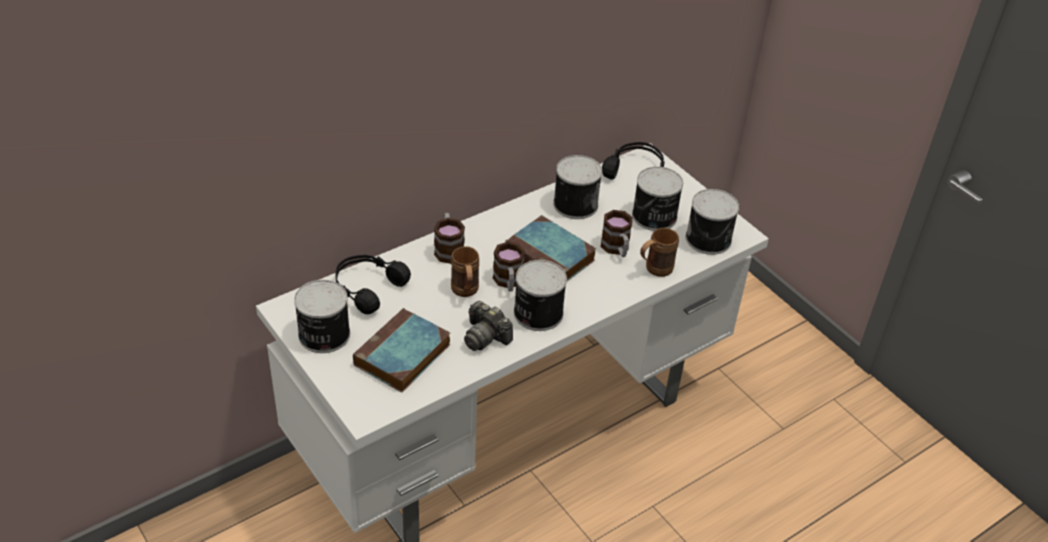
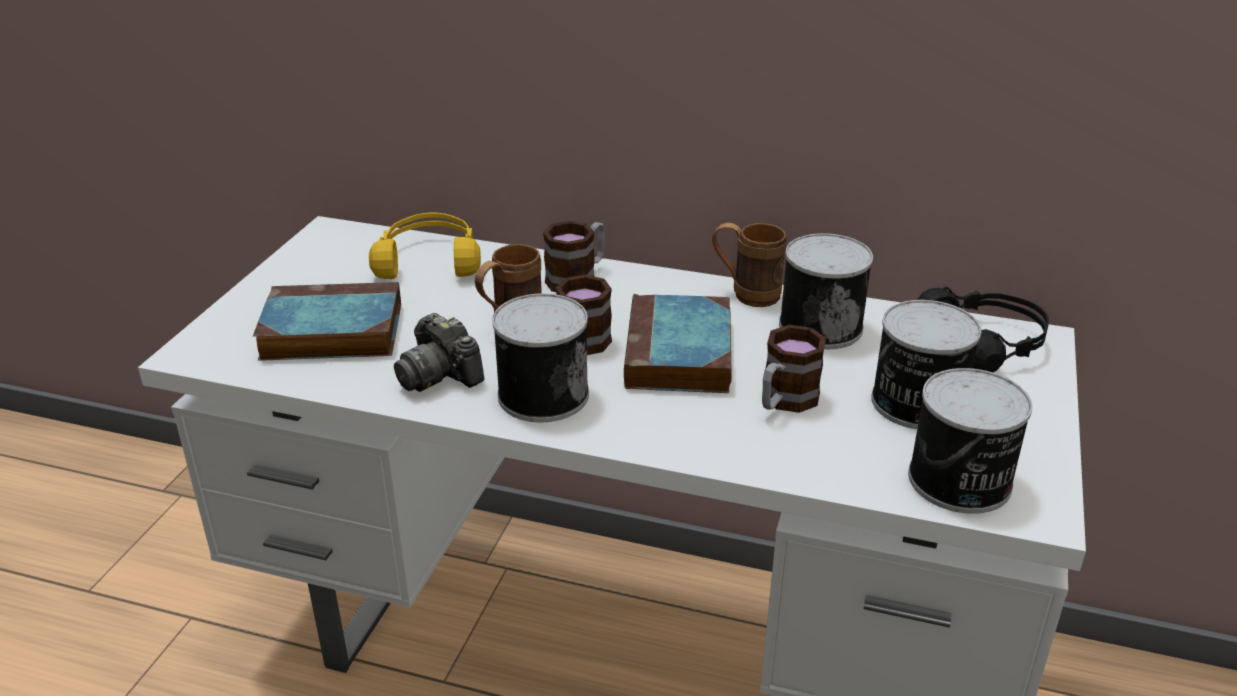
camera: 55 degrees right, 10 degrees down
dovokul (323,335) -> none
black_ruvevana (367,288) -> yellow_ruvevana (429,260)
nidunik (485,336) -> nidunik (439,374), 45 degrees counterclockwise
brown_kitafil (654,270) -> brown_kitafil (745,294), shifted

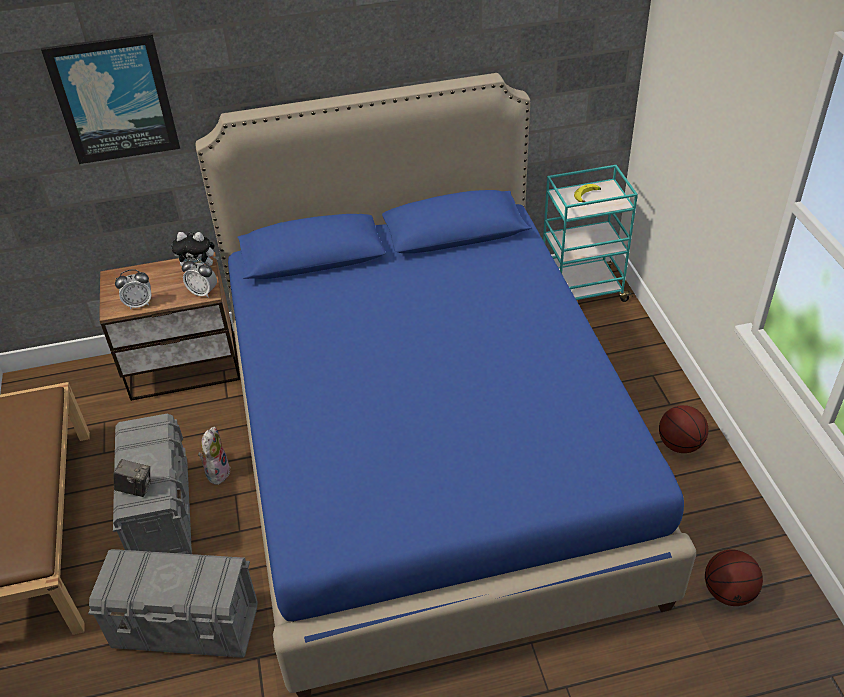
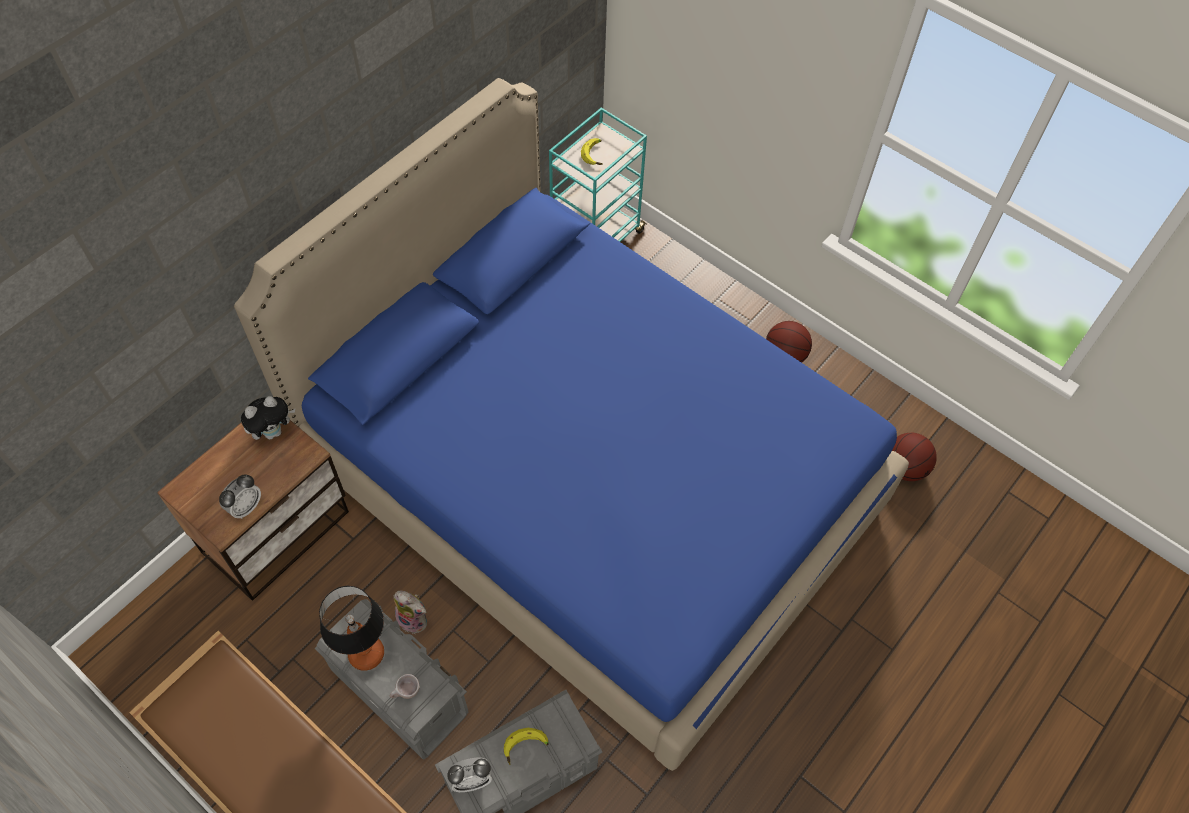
camera: 40 degrees left, 15 degrees up
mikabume (114,99) -> none
nidunik (136,488) -> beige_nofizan (406,693)
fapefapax (203,292) -> fapefapax (471,780), shifted
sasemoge (217,471) -> sasemoge (414,619), 150 degrees clockwise
none -> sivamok (367,653)
none -> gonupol (526,748)

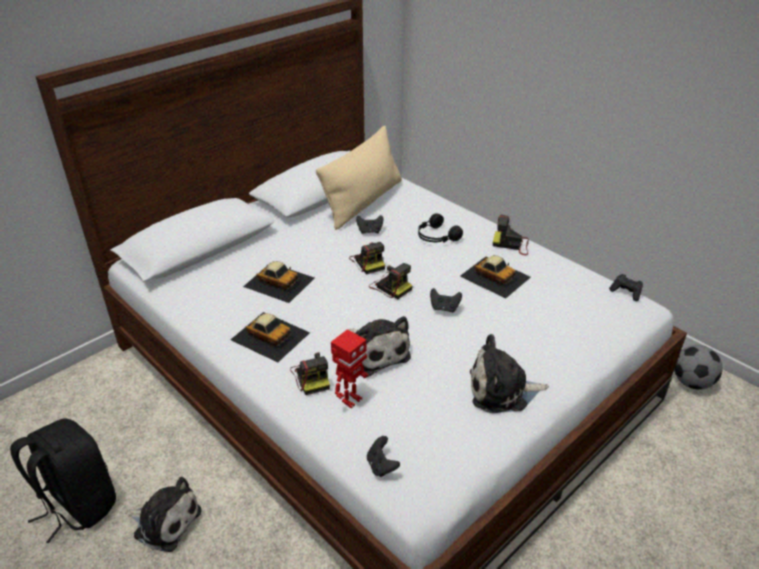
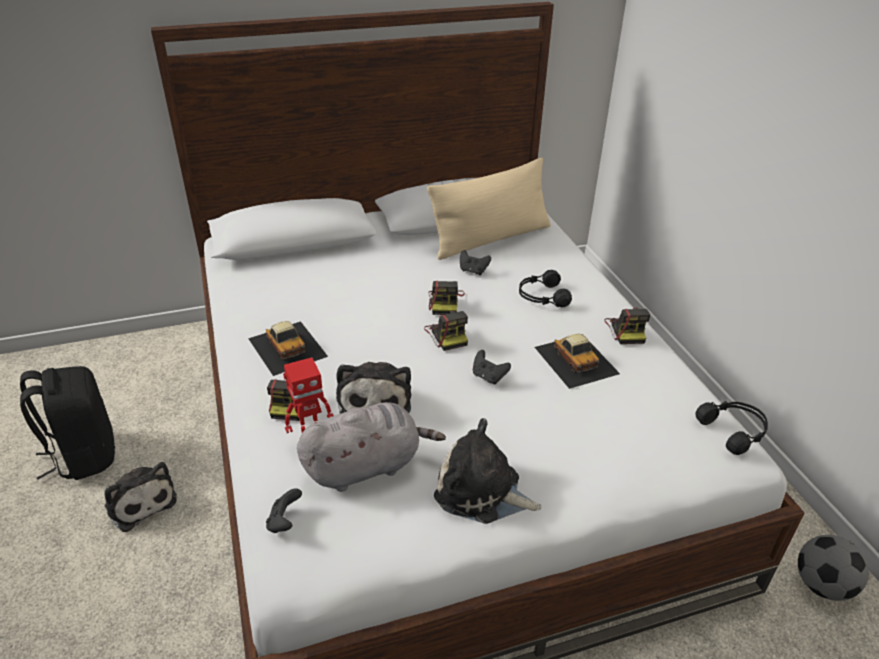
camera: 25 degrees right, 0 degrees up
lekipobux (279,281) -> none
nidunik (512,244) -> nidunik (626,330), 135 degrees counterclockwise
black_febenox (626,292) -> black_ruvevana (733,431)
none -> grey_sasemoge (366,466)

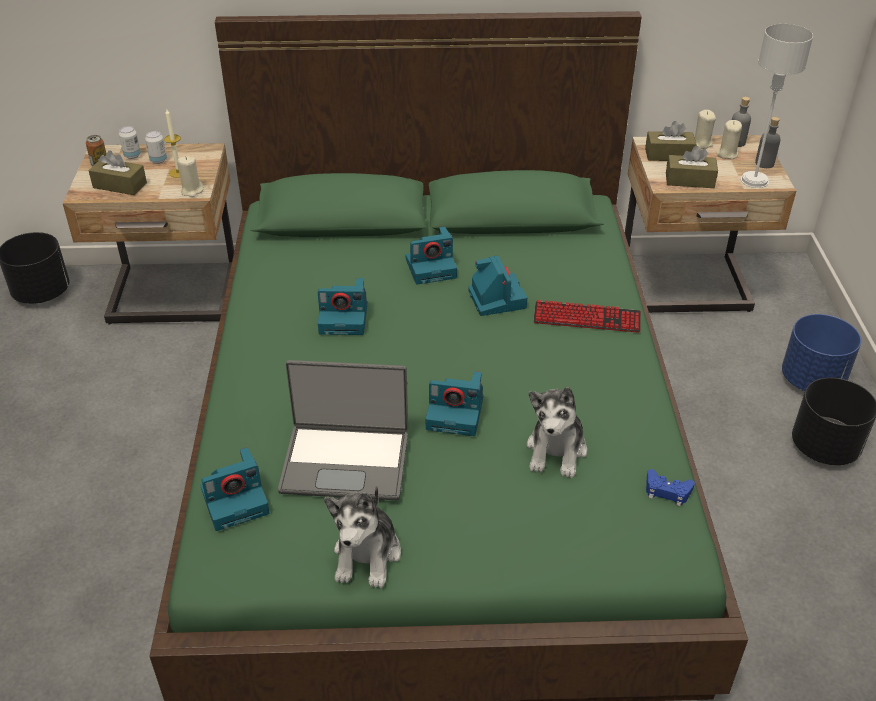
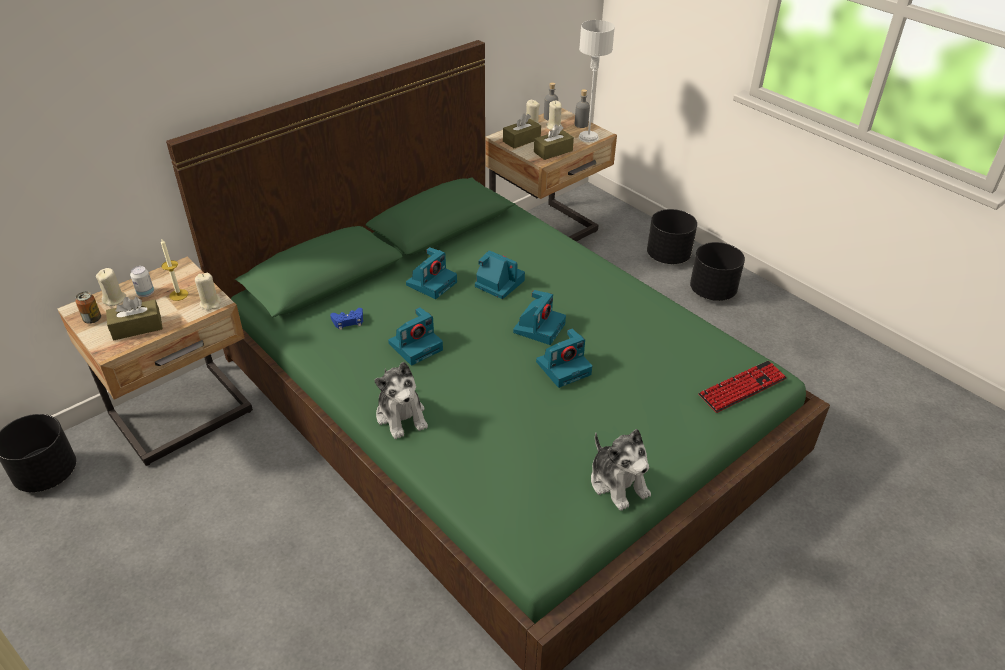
camera: 40 degrees left, 0 degrees up
dovokul (132,155) -> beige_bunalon (114,299)
nidunik (236,500) -> nidunik (539,327), shifted
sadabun (346,461) -> none
sasemoge (556,450) -> sasemoge (401,416), shifted
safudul (586,318) -> safudul (742,387), shifted
blue_febenox (667,491) -> blue_febenox (348,321), shifted
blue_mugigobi (812,380) -> black_mugigobi (668,256)

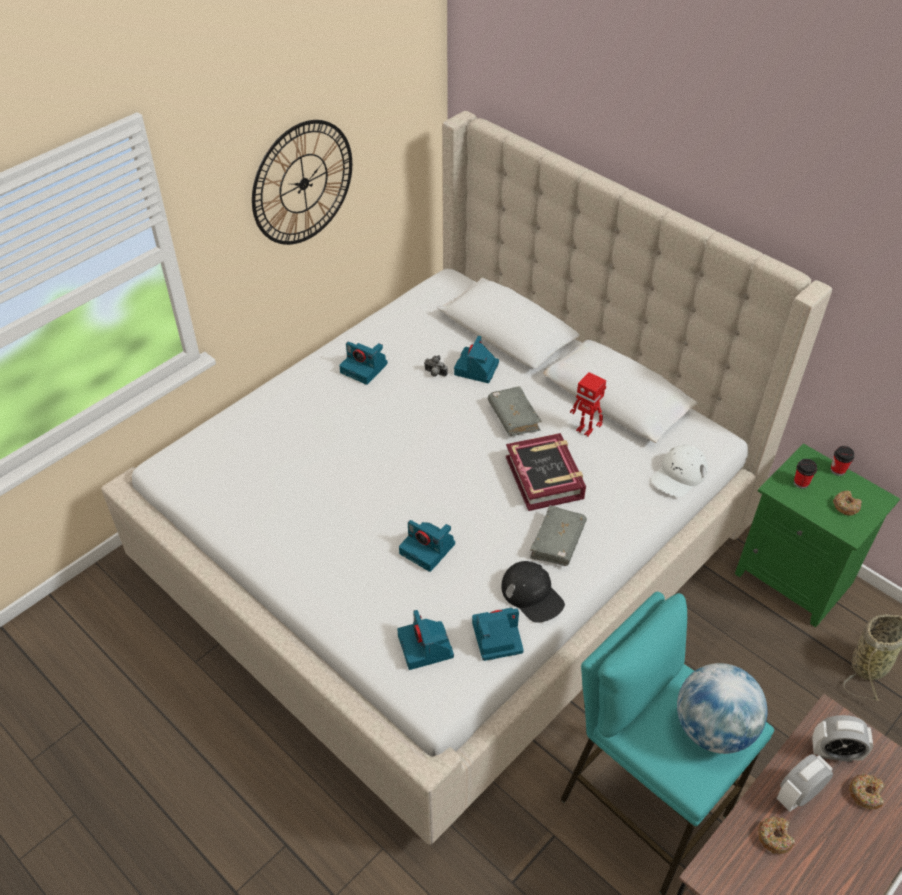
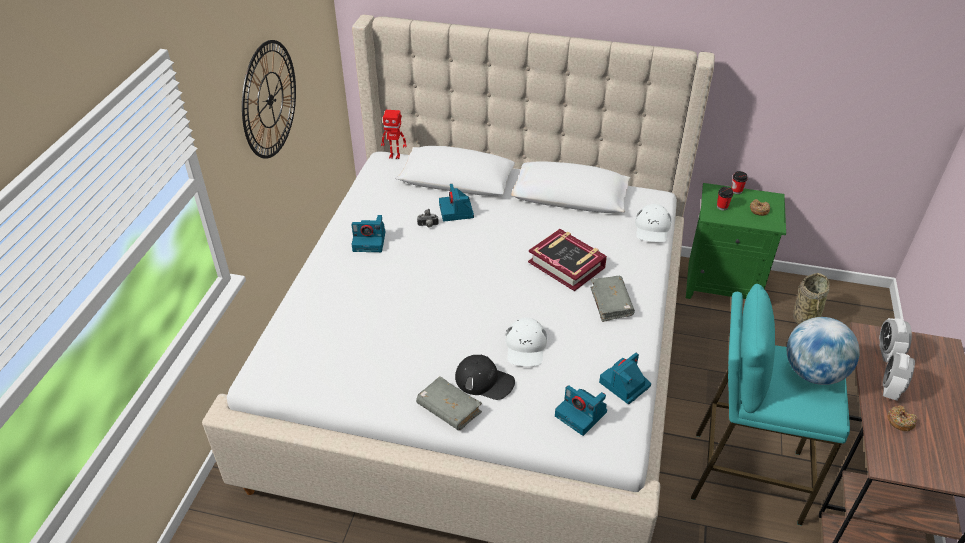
camera: 30 degrees left, 5 degrees down
nidunik (428,549) -> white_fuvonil (525,346)
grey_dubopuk (513,417) -> grey_dubopuk (449,409), shifted
black_fuvonil (532,595) -> black_fuvonil (484,381), shifted
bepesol (585,430) -> bepesol (395,156), shifted
fapefapax (834,752) -> fapefapax (887,353), 120 degrees clockwise
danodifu (866,794) -> none

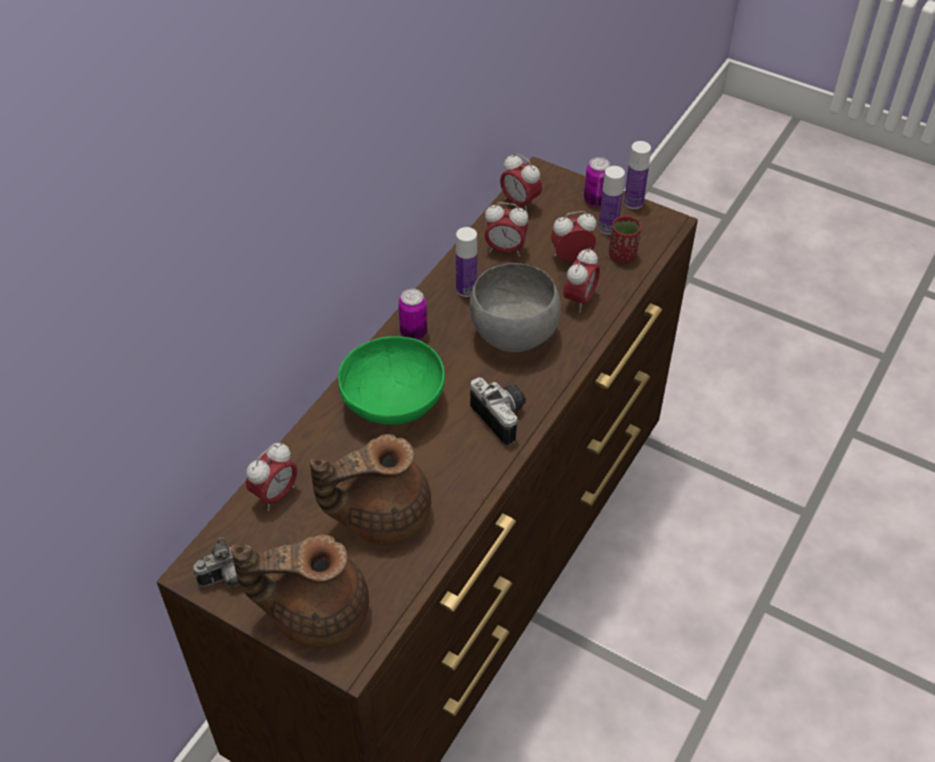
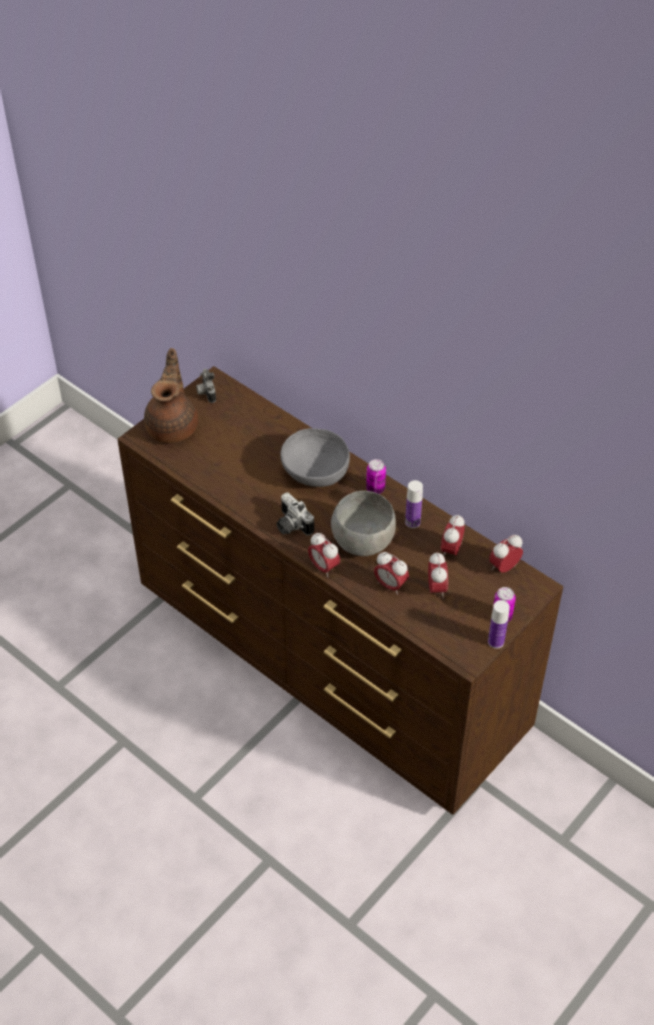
camera: 100 degrees right, 0 degrees up
fapefapax (275,494) -> fapefapax (323,567), shifted
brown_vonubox (380,515) -> none
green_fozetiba (393,403) -> grey_fozetiba (314,472)
nidunik (503,416) -> nidunik (290,525), 75 degrees clockwise
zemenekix (608,227) -> none
red_nofizan (622,255) -> none

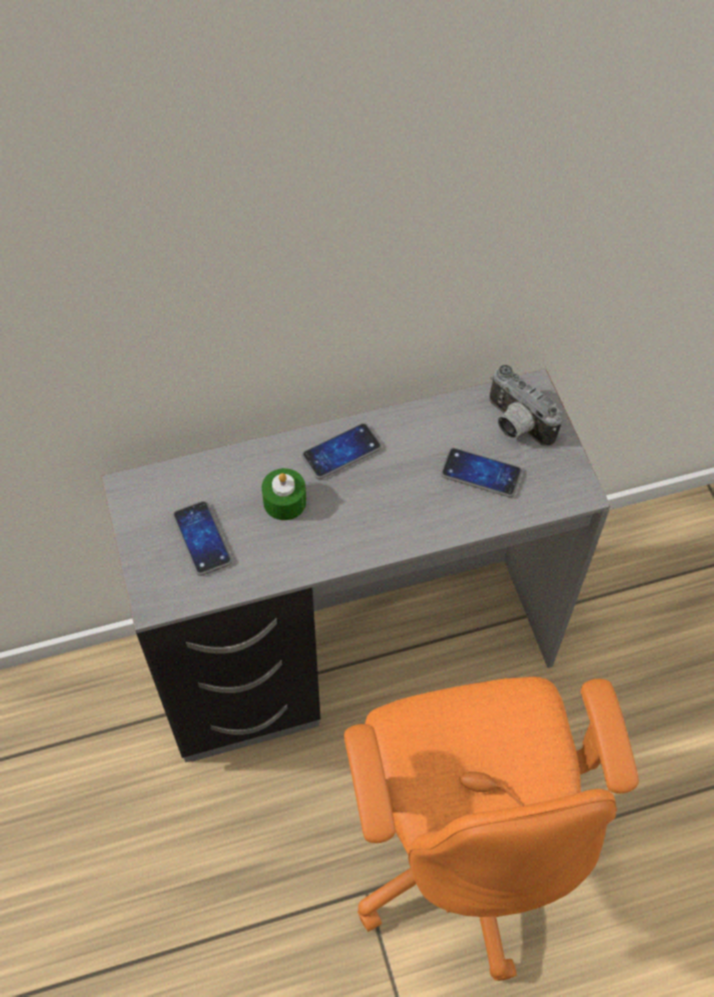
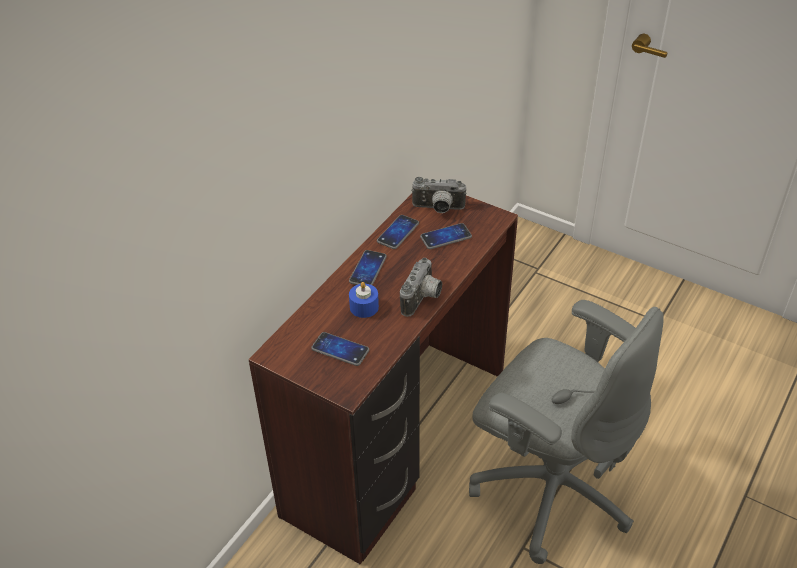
camera: 40 degrees left, 15 degrees down
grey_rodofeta (356,657) -> brown_rodofeta (400,443)
green_bunalon (284,501) -> blue_bunalon (364,307)
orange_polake (466,851) -> grey_polake (550,488)
none -> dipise (398,233)
none -> nidunik (423,299)

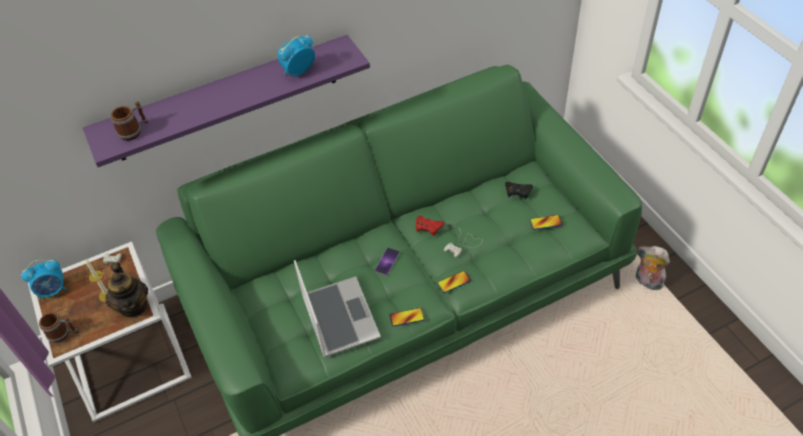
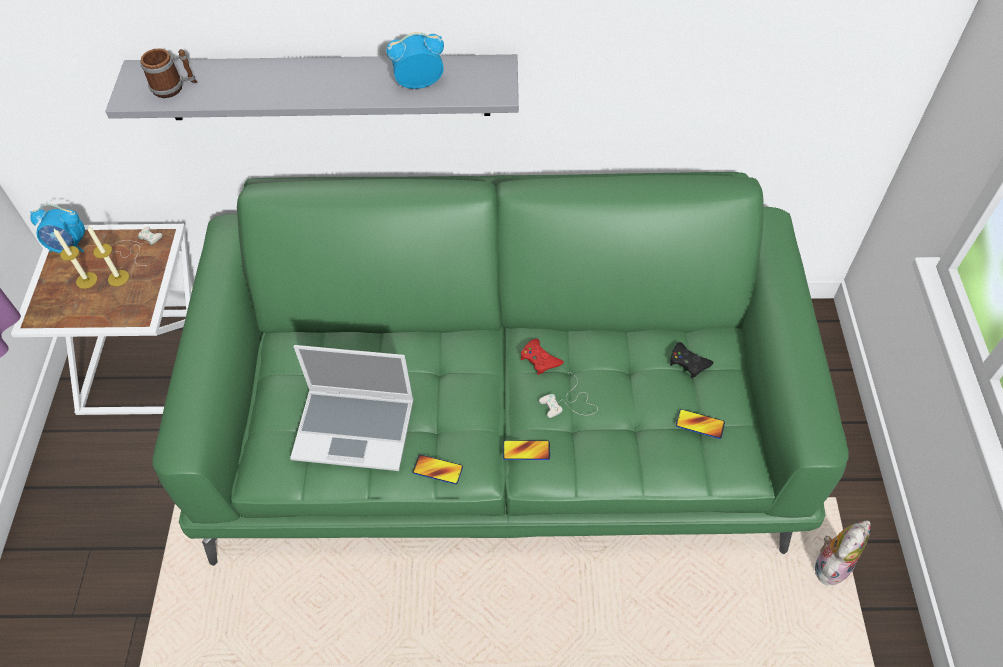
camera: 25 degrees right, 5 degrees up
kitafil (63,334) -> none
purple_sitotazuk (226,99) -> grey_sitotazuk (326,87)
vonubox (133,306) -> none
sadabun (338,317) -> sadabun (356,428), 90 degrees clockwise
dipise (387,261) -> none
sasemoge (647,282) -> sasemoge (830,564), 75 degrees clockwise
none -> bunalon (86,280)

